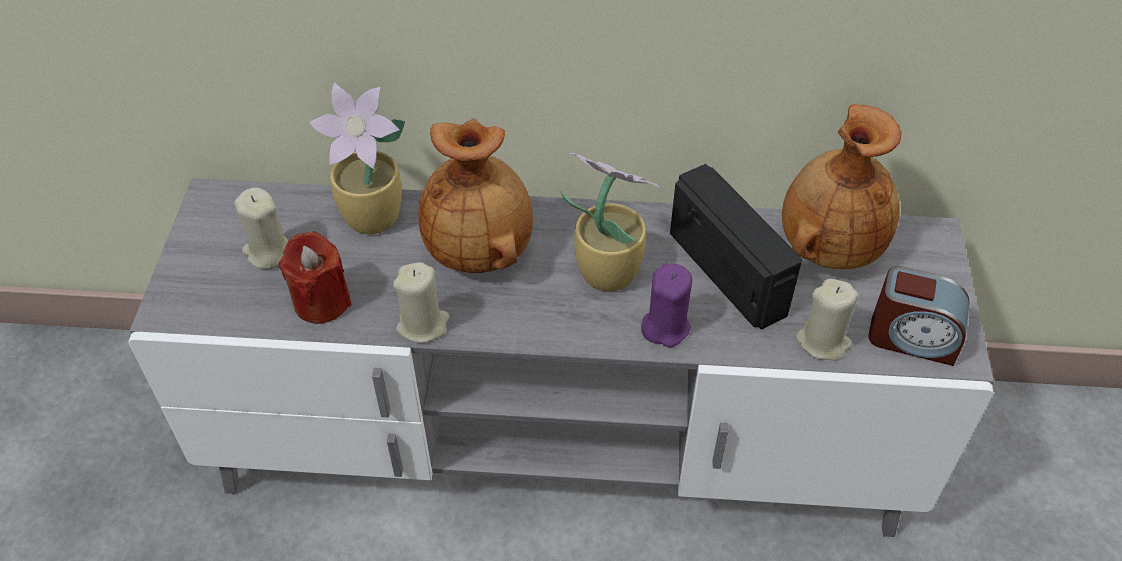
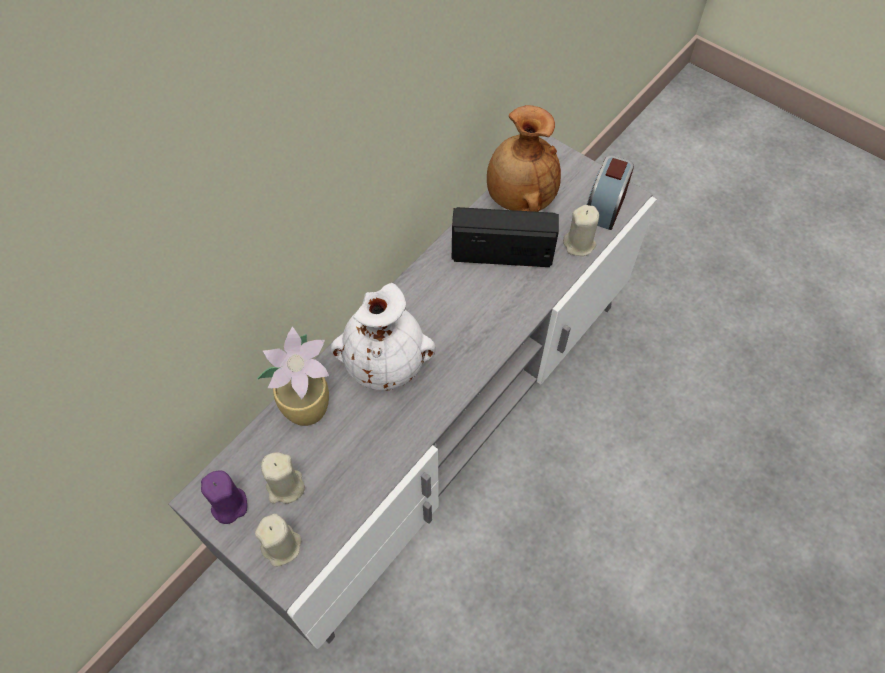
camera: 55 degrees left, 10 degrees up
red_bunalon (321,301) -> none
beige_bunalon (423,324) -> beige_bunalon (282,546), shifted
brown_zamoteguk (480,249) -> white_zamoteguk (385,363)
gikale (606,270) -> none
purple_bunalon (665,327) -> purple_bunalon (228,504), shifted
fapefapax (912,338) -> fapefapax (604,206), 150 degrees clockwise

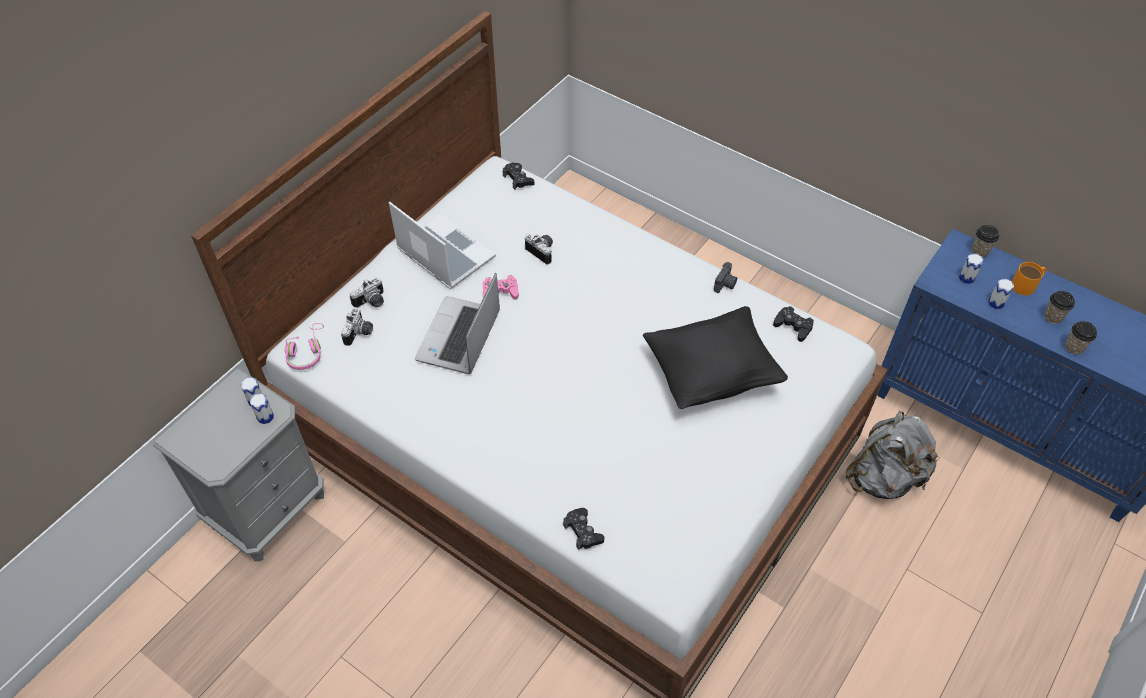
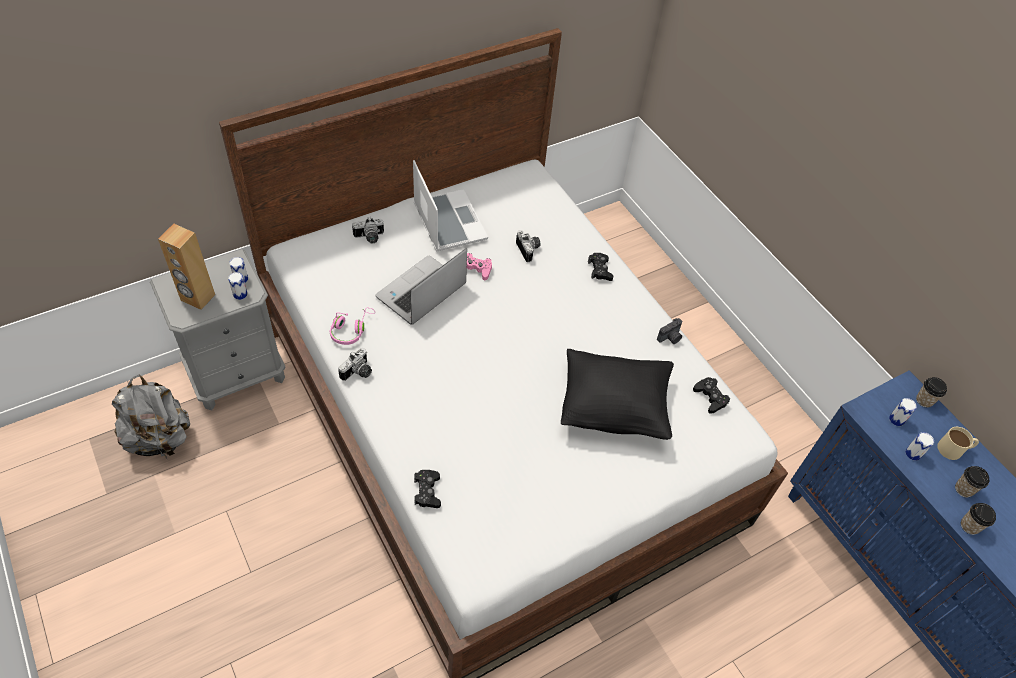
camera: 20 degrees right, 0 degrees up
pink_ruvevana (306,352) -> pink_ruvevana (351,330), shifted
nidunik (360,333) -> nidunik (358,373), shifted
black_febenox (518,179) -> black_febenox (600,270), shifted
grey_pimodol (884,478) -> grey_pimodol (159,438), shifted
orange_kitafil (1027,284) -> beige_kitafil (954,449)
none -> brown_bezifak (197,298)

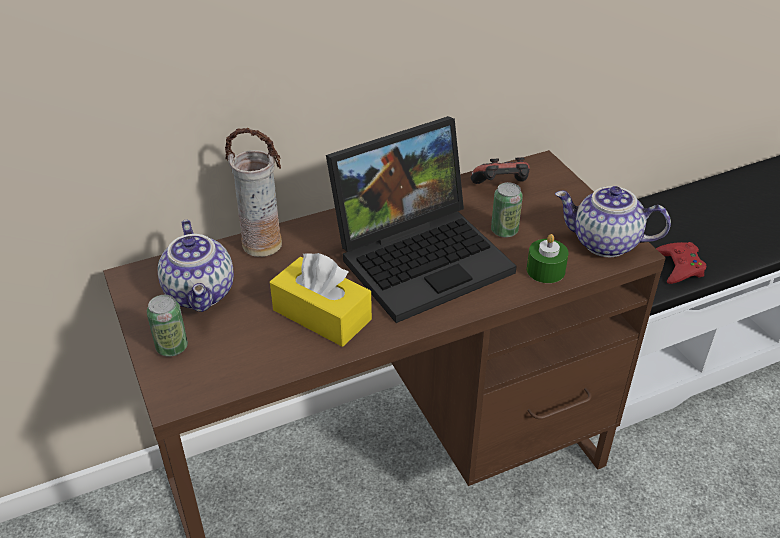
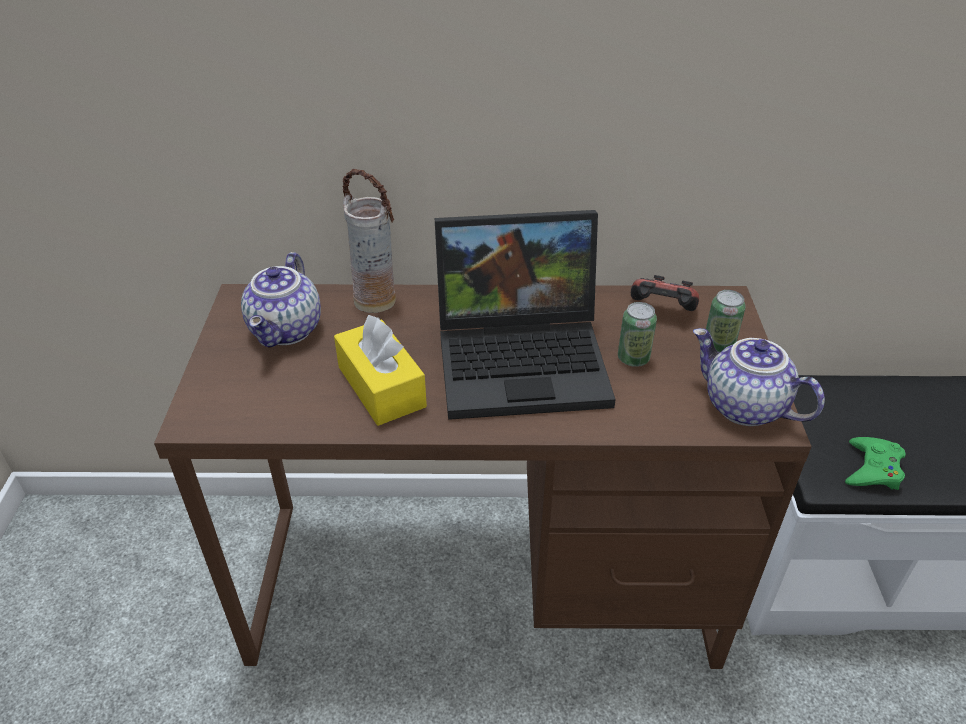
camera: 25 degrees right, 0 degrees up
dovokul (172,347) -> dovokul (718,345), shifted
green_bunalon (545,270) -> none
red_febenox (679,267) -> green_febenox (872,469)

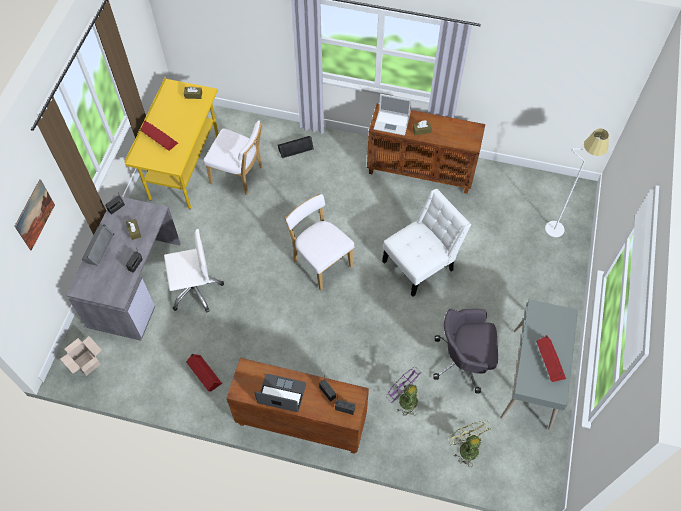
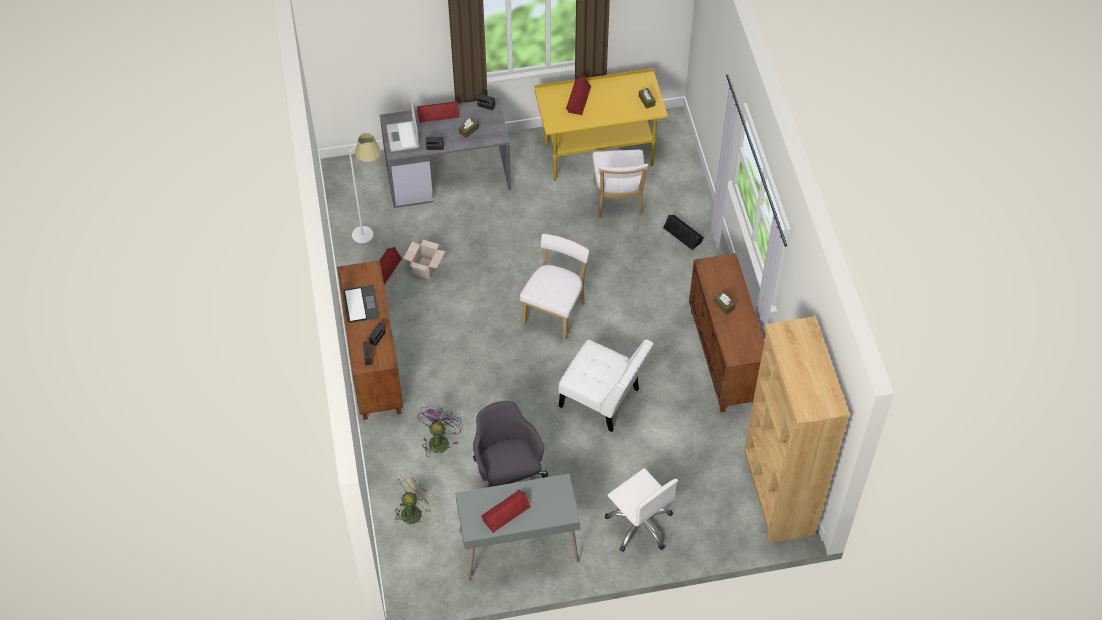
camera: 65 degrees right, 5 degrees down
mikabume (34,215) -> none
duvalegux (86,362) -> duvalegux (425,267), shifted
grey_bezifak (98,247) -> red_bezifak (438,113)
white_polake (195,289) -> white_polake (640,524), shifted
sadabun (392,123) -> sadabun (403,137), shifted
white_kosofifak (558,223) -> white_kosofifak (372,236), shifted
none -> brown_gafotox (778,492)

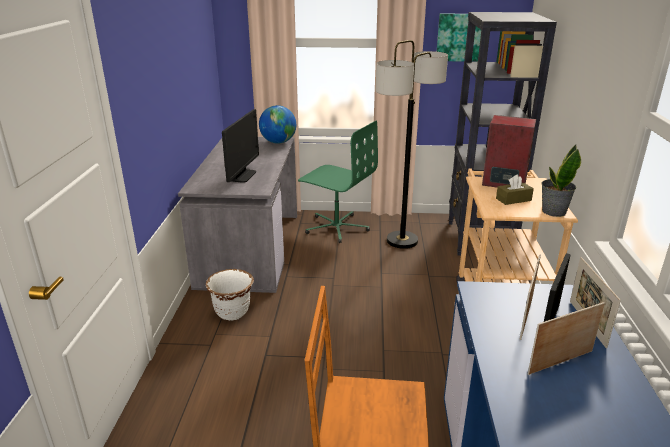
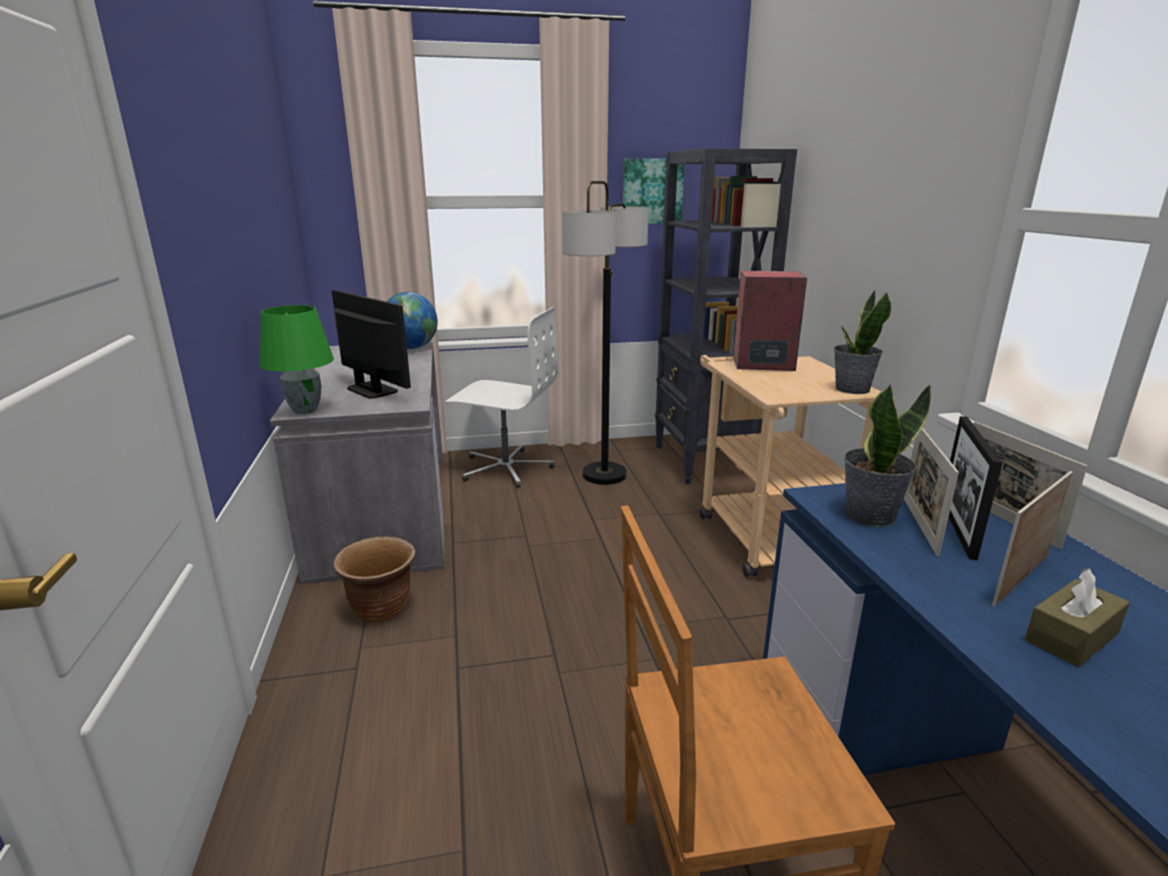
camera: 15 degrees left, 5 degrees down
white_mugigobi (232,312) -> brown_mugigobi (381,609)
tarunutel (242,176) -> tarunutel (372,390), 45 degrees counterclockwise
green_polake (336,227) -> white_polake (506,468)
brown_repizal (513,199) -> brown_repizal (1071,637), shifted
none -> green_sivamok (305,410)
none -> gikale (869,515)

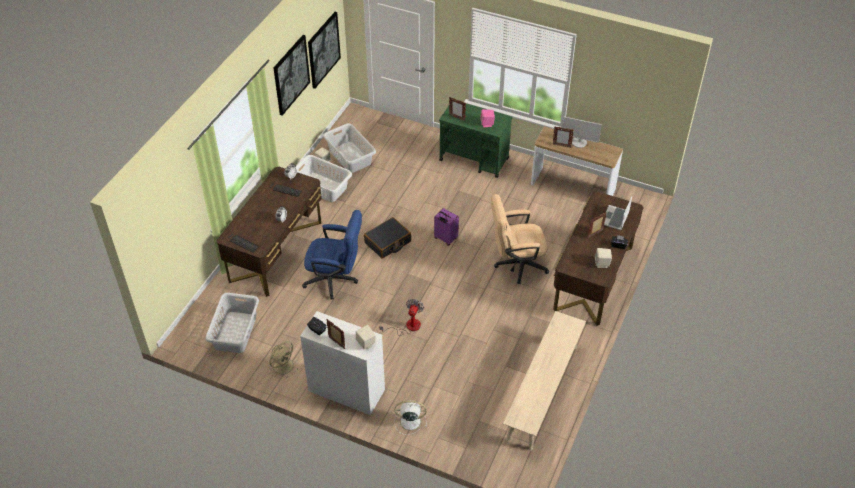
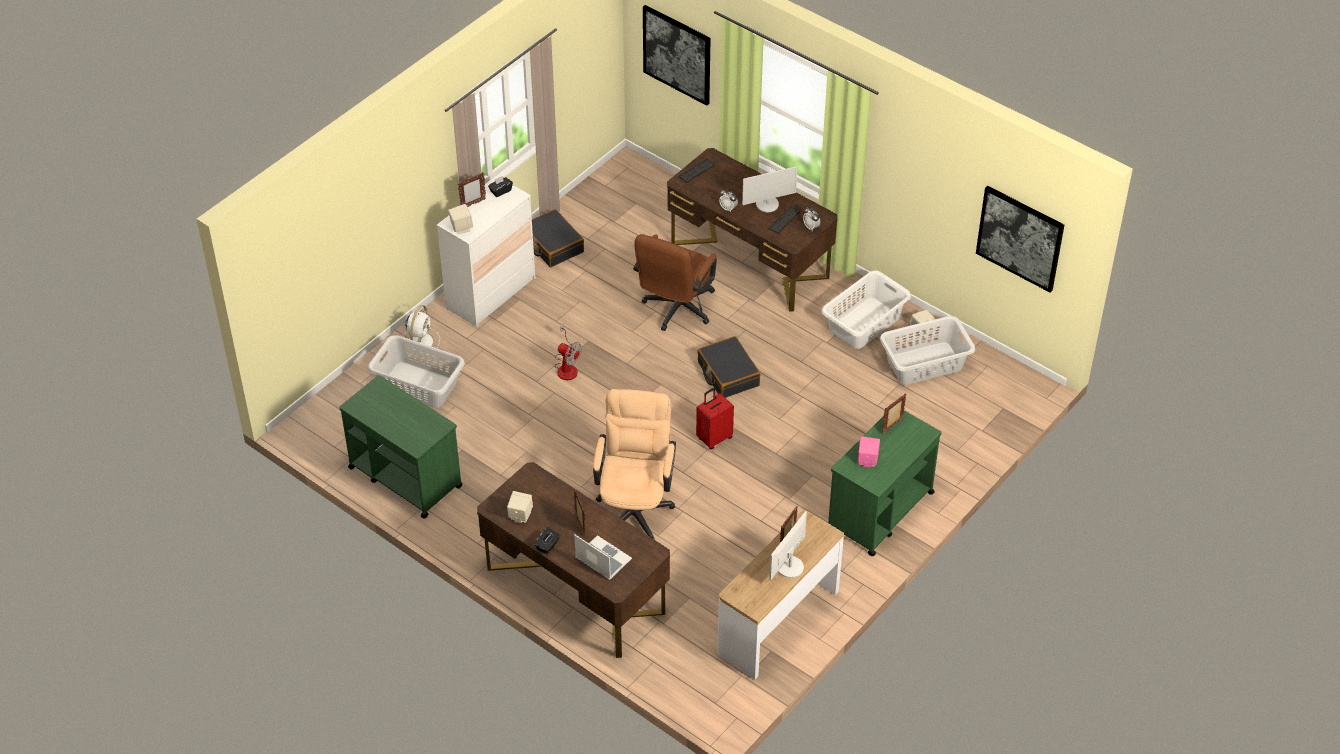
camera: 105 degrees right, 0 degrees up
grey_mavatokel (235,332) -> grey_mavatokel (418,384), shifted
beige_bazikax (284,365) -> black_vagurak (553,245)
mikabume (291,74) -> mikabume (677,54), shifted
blue_polake (335,280) -> brown_polake (676,310)
purple_vagurak (445,239) -> red_vagurak (714,438)
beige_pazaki (543,392) -> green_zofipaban (404,476)
none -> tarunutel (767,204)

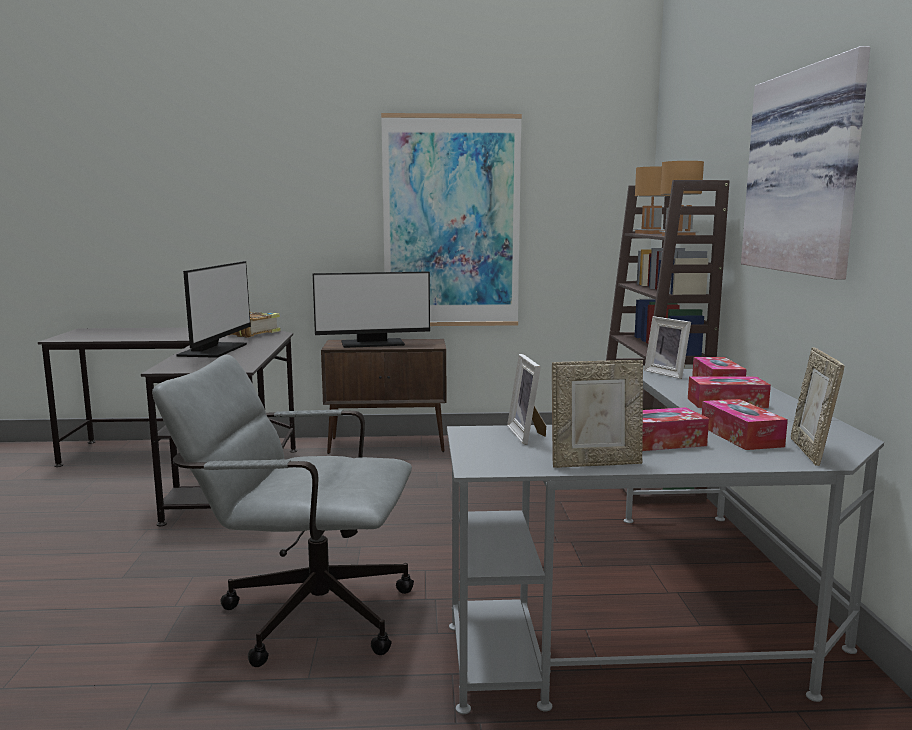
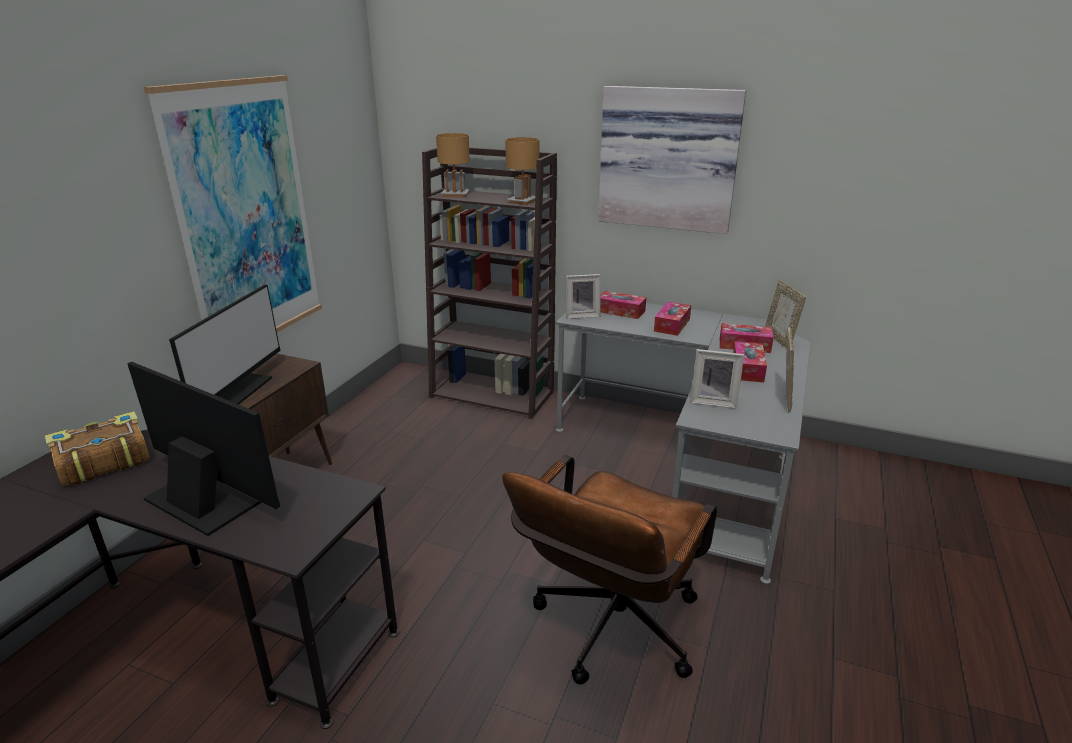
camera: 65 degrees left, 15 degrees up
grey_polake (301,613) -> brown_polake (609,633)
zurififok (810,452) -> zurififok (779,340), 45 degrees clockwise

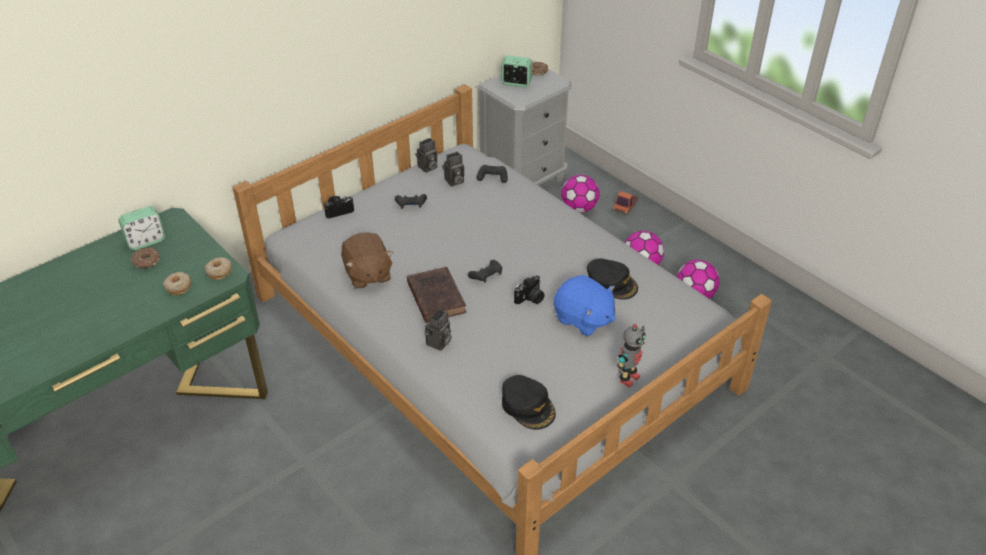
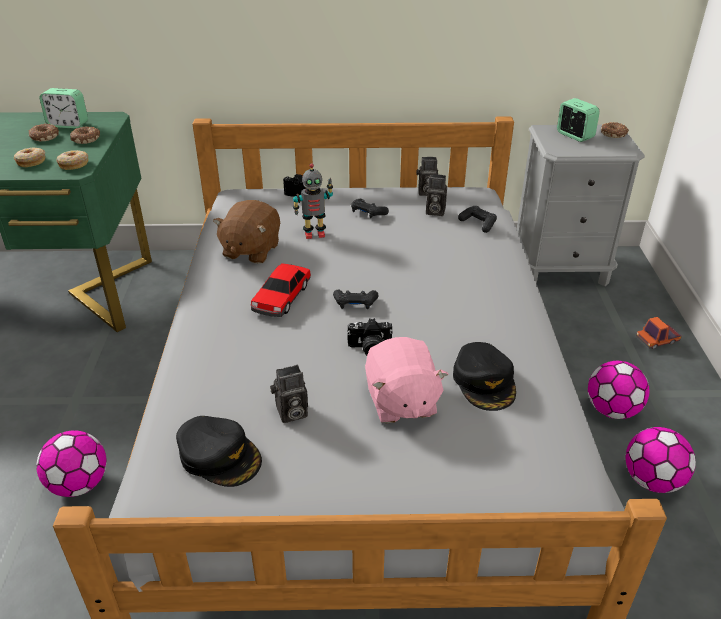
camera: 40 degrees right, 5 degrees down
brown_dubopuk (435,296) -> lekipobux (281,298)
nidunik (439,343) -> nidunik (290,413), shifted
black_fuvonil (528,406) -> black_fuvonil (220,456), 60 degrees counterclockwise
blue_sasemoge (583,319) -> pink_sasemoge (401,402)
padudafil (579,208) -> padudafil (79,484), shifted
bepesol (628,378) -> bepesol (314,234), shifted
none -> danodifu (86,139)

